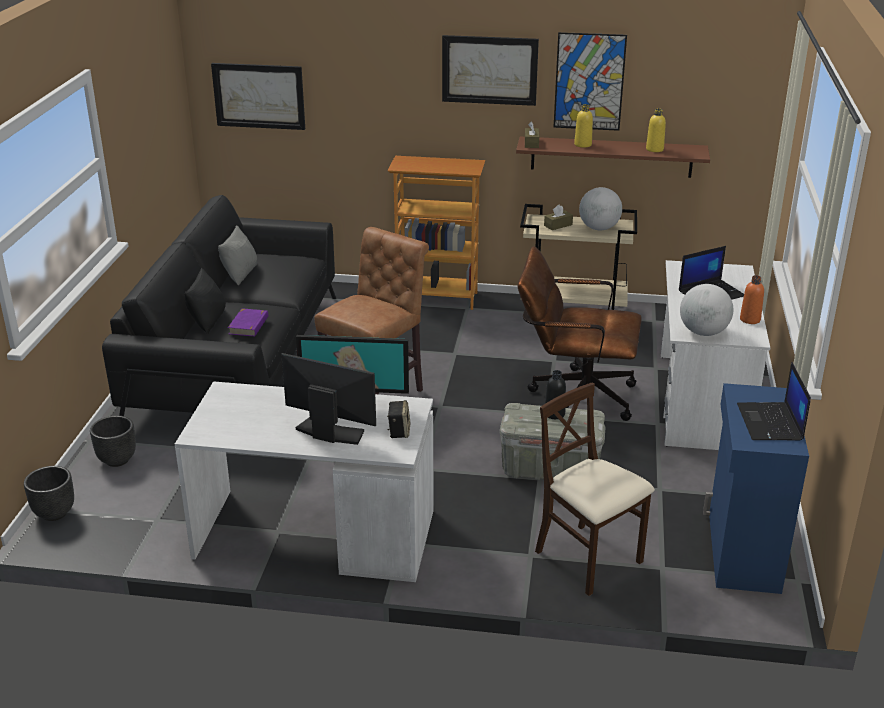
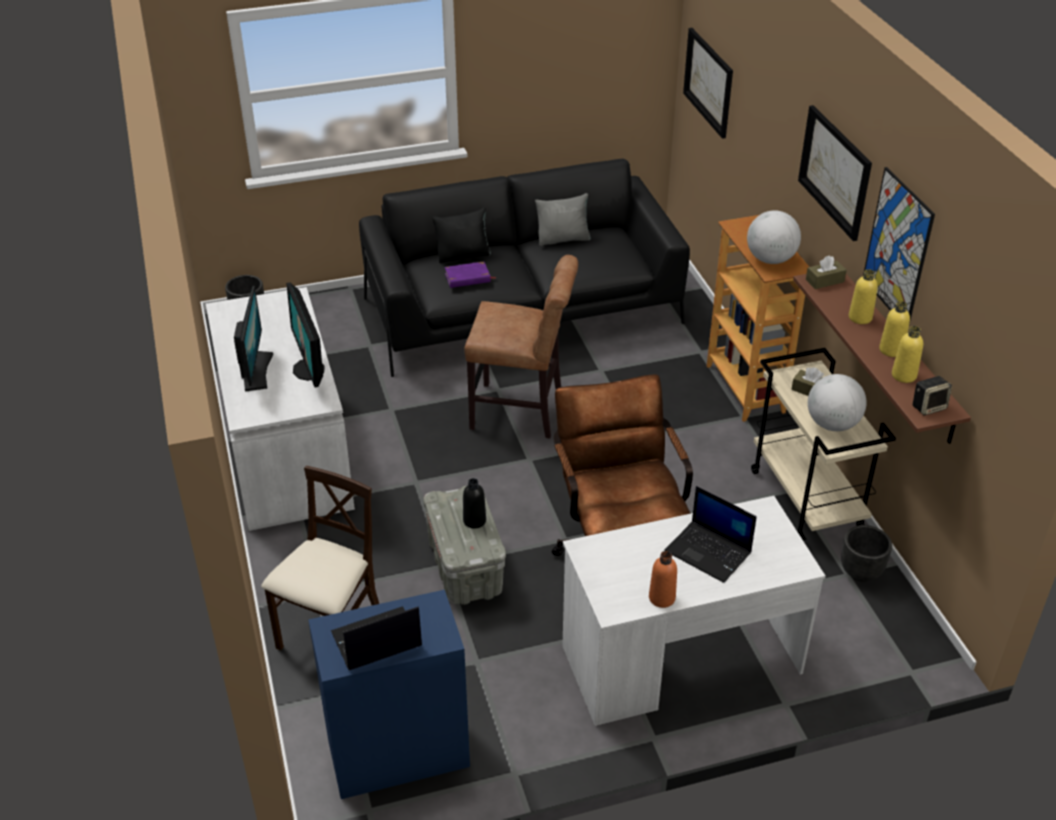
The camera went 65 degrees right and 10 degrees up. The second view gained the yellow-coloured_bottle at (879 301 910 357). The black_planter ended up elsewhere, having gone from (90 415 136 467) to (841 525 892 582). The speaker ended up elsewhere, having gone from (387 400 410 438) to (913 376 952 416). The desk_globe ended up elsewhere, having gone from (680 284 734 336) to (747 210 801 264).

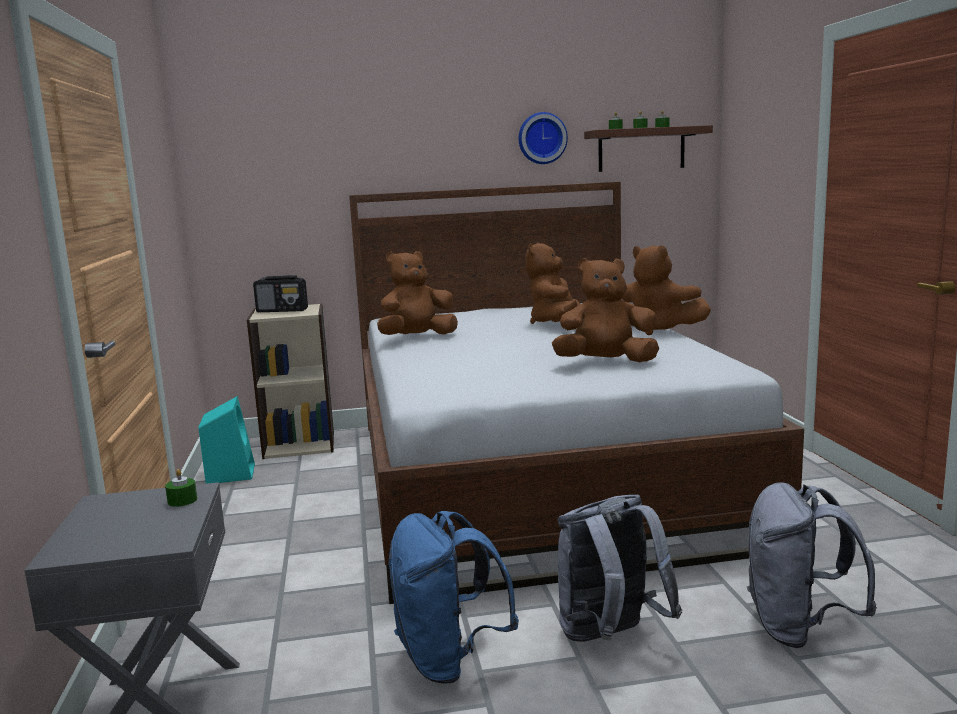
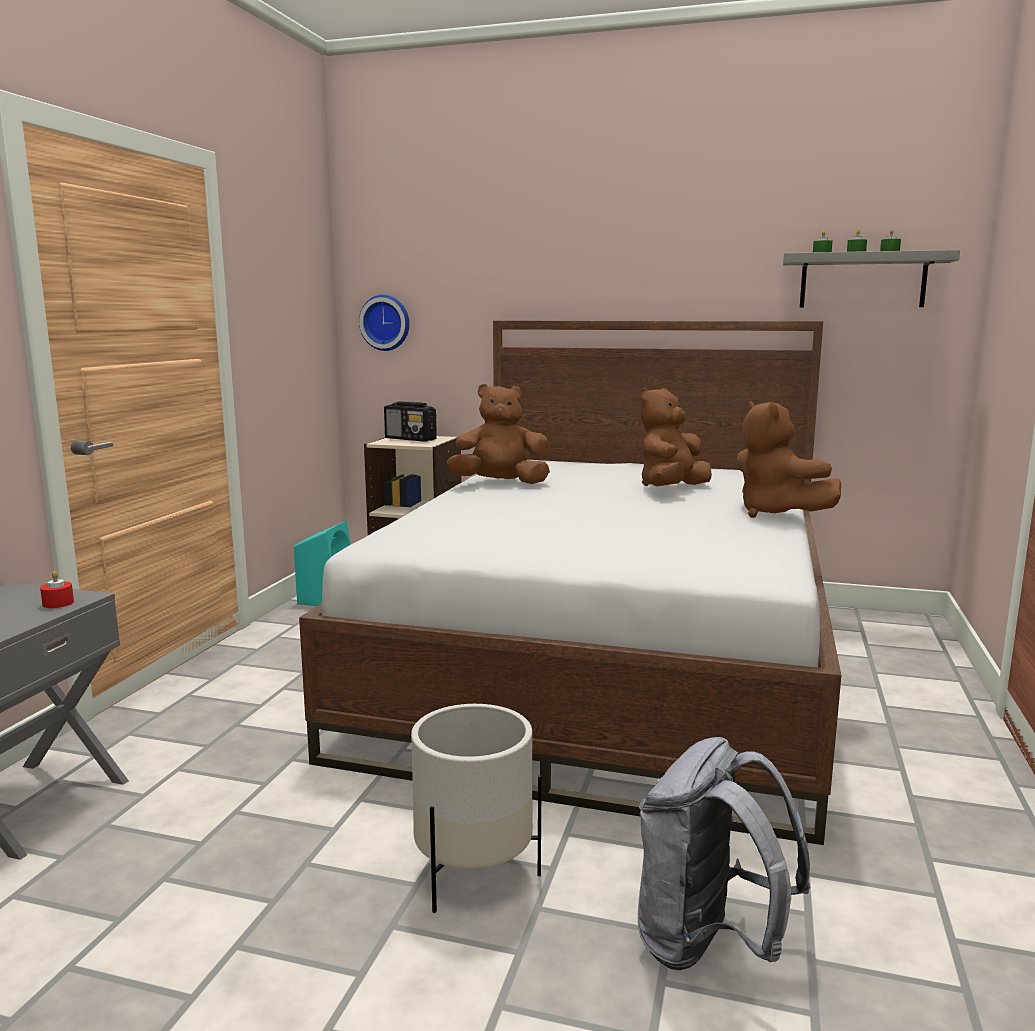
The camera went 25 degrees right and 0 degrees up. The second view lost the bluish_knapsack at (388 511 519 684). The second view lost the brownish_plush_toy at (552 258 659 362). The wall_clock ended up elsewhere, having gone from (519 112 568 164) to (359 295 410 351). Where the grey_knapsack stood at (557 495 682 642), the white-coloured_planter came to stand at (411 704 542 913). What was the greenish_candle at (165 469 197 507) turned into the red-coloured_candle at (40 571 74 608). What was the brownish_wall_shelf at (584 125 713 172) turned into the grey_wall_shelf at (783 250 960 308).

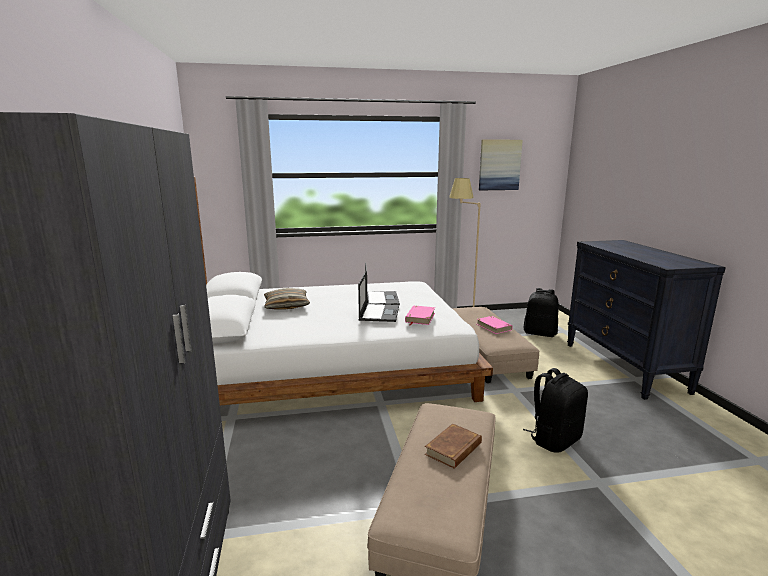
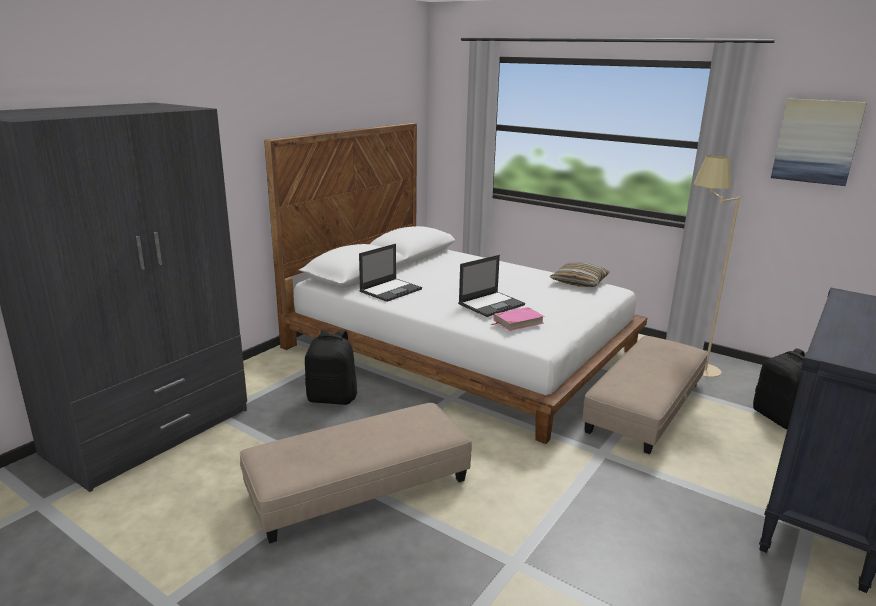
The camera went 45 degrees right and 5 degrees up. The second view lost the brownish_bound_book at (425 423 482 469). The second view lost the pink-coloured_bound_book at (477 316 512 334). The pillow ended up elsewhere, having gone from (264 288 310 310) to (550 263 610 287). The laptop ended up elsewhere, having gone from (365 262 400 305) to (359 244 422 302). The black_knapsack ended up elsewhere, having gone from (523 368 588 453) to (305 330 357 405).

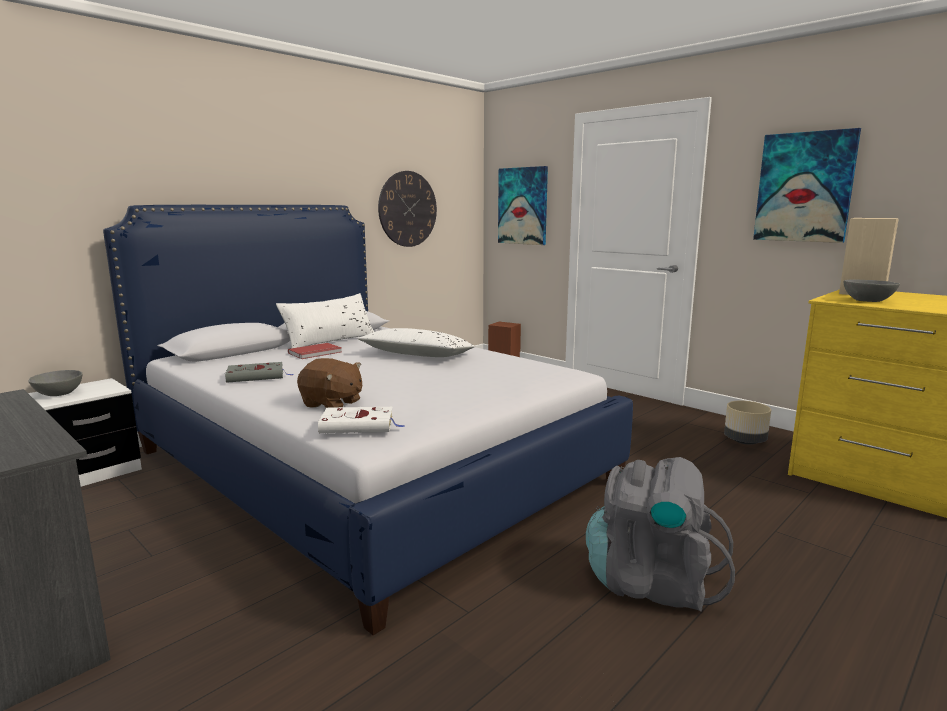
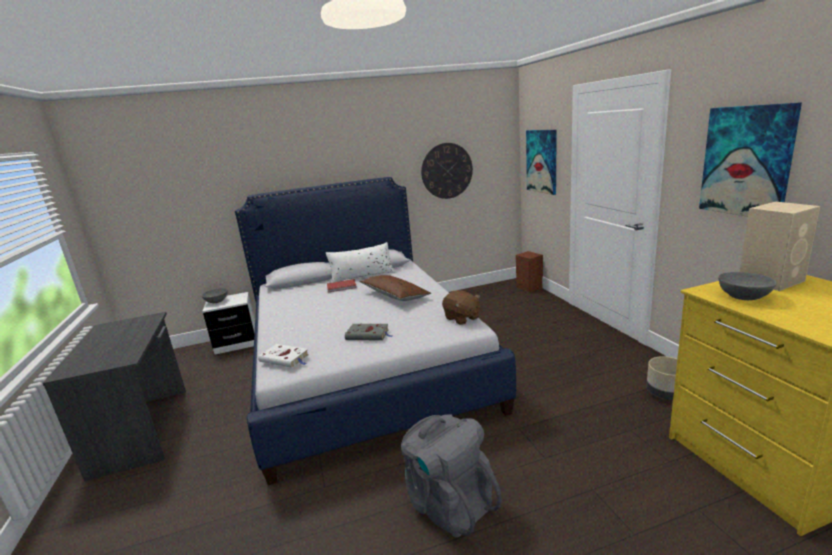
The camera went 30 degrees right and 5 degrees up. The grey_bound_book ended up elsewhere, having gone from (225 362 293 383) to (345 324 393 340). The brownish_plush_toy ended up elsewhere, having gone from (297 358 362 408) to (442 290 480 325). What was the white-coloured_pillow at (357 328 475 357) turned into the brownish_pillow at (359 275 431 301).

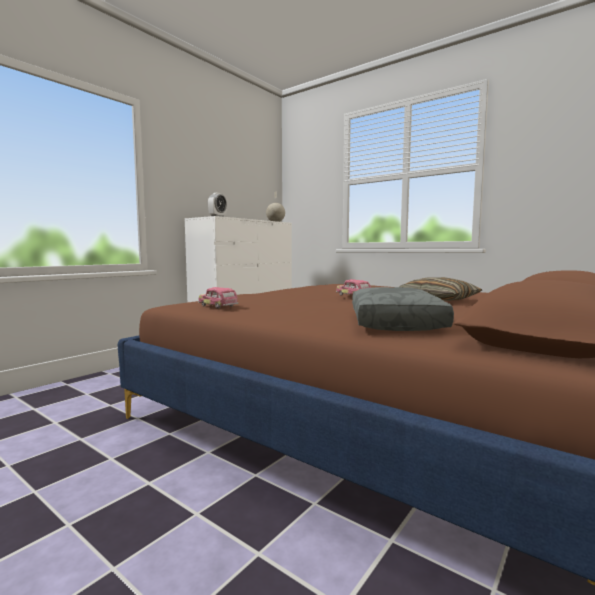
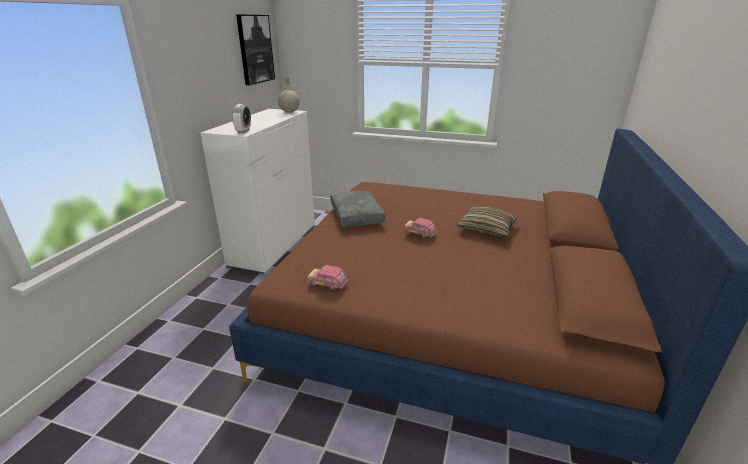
The camera went 20 degrees left and 20 degrees up. The second view gained the picture at (236 14 275 85). The grey_pillow ended up elsewhere, having gone from (352 287 454 331) to (330 191 385 227).

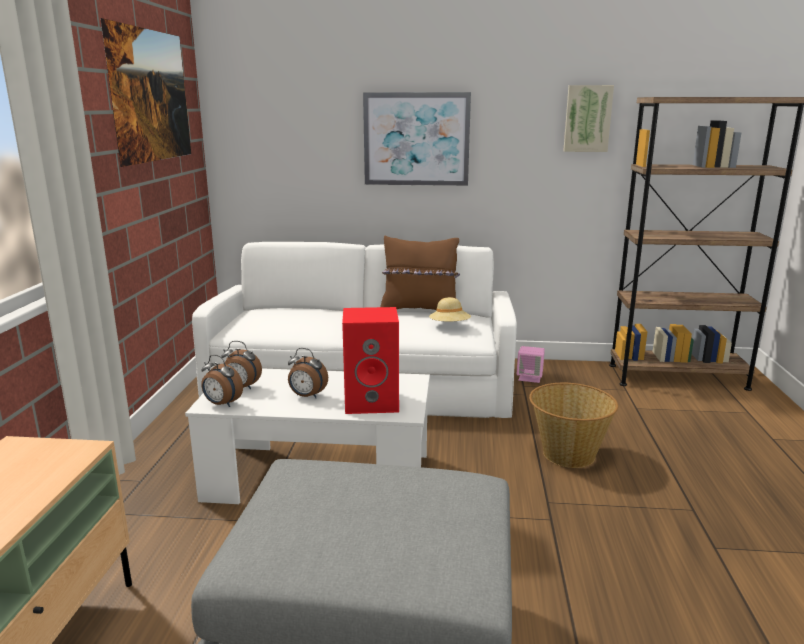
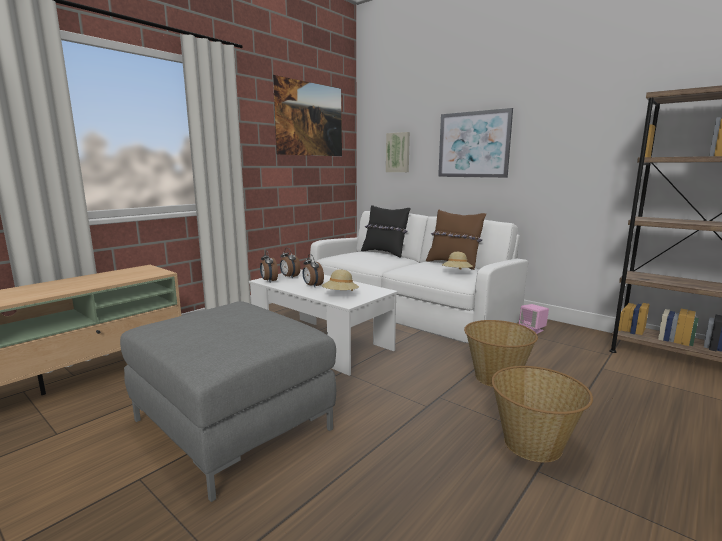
The camera went 35 degrees right and 5 degrees down. The second view gained the black_pillow at (361 205 411 258). The second view gained the storage_basket at (491 366 593 462). The picture ended up elsewhere, having gone from (563 85 614 152) to (386 132 410 172). Where the red-coloured_speaker stood at (342 307 399 414), the beige_clothing_hat came to stand at (322 270 359 291).

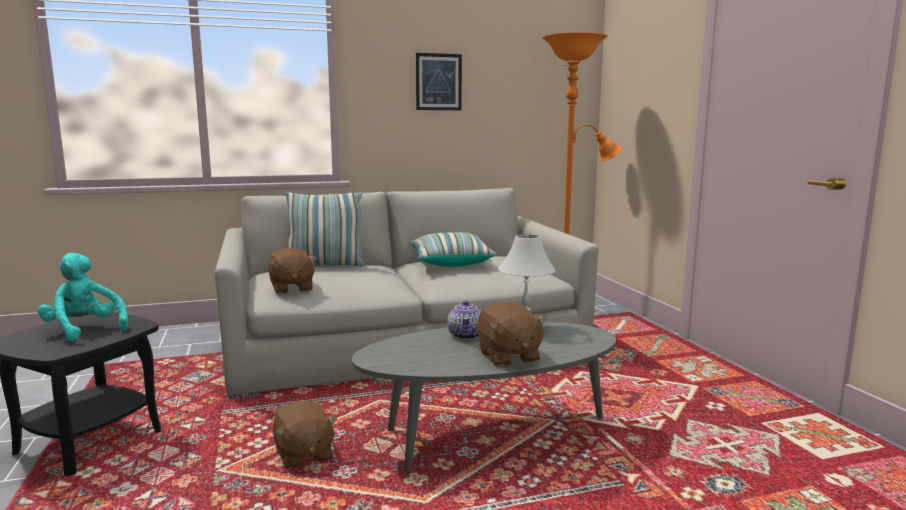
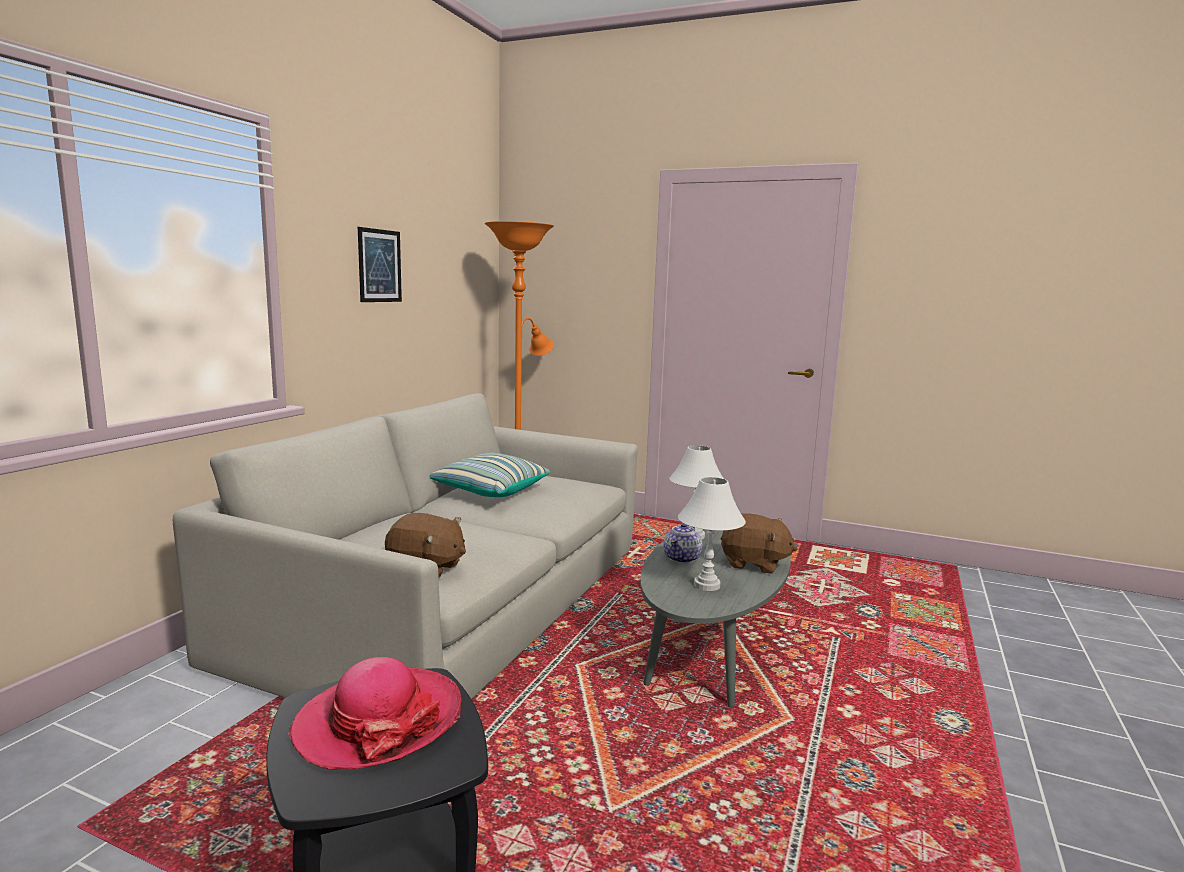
The camera went 50 degrees left and 0 degrees up. The second view lost the brownish_plush_toy at (272 400 337 469). The second view lost the pillow at (285 191 364 267). The second view gained the white-coloured_table_lamp at (678 477 746 591). Where the blue-green_plush_toy stood at (38 253 128 341), the clothing_hat came to stand at (288 657 462 770). The pot_for_tea at (447 300 481 340) ended up facing another way, 75 degrees clockwise from before.

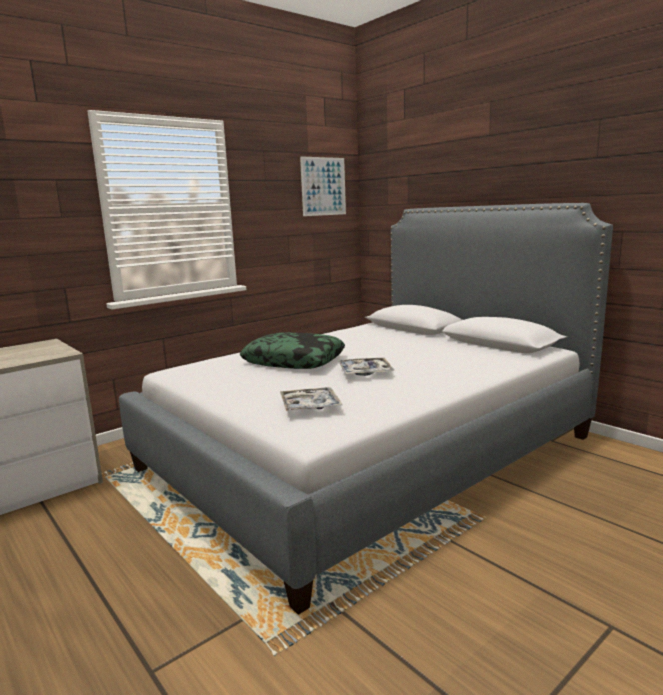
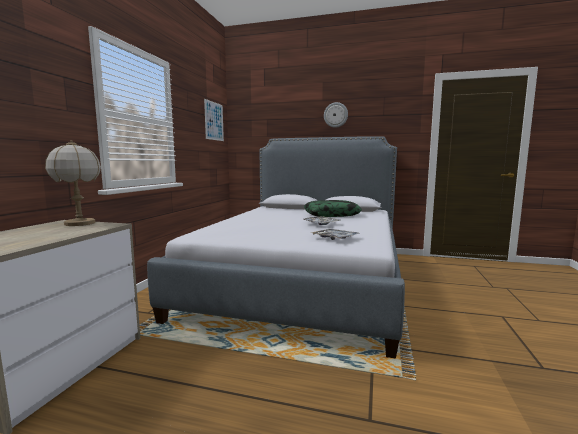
The camera went 35 degrees left and 5 degrees down. The second view gained the table_lamp at (45 140 101 226). The second view gained the wall_clock at (324 102 348 128). The pillow ended up elsewhere, having gone from (240 332 345 369) to (304 200 362 217).

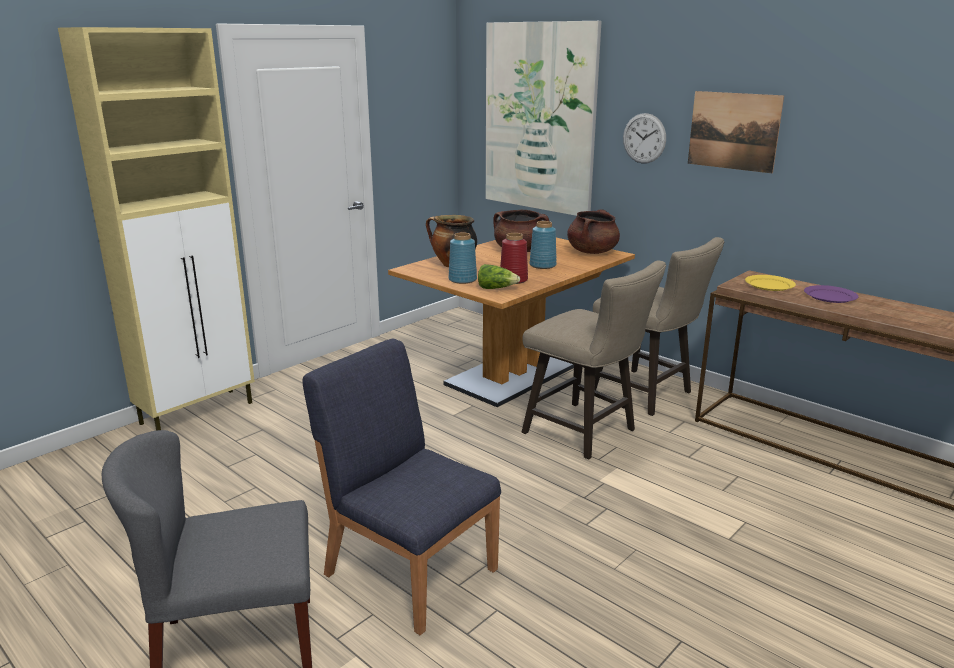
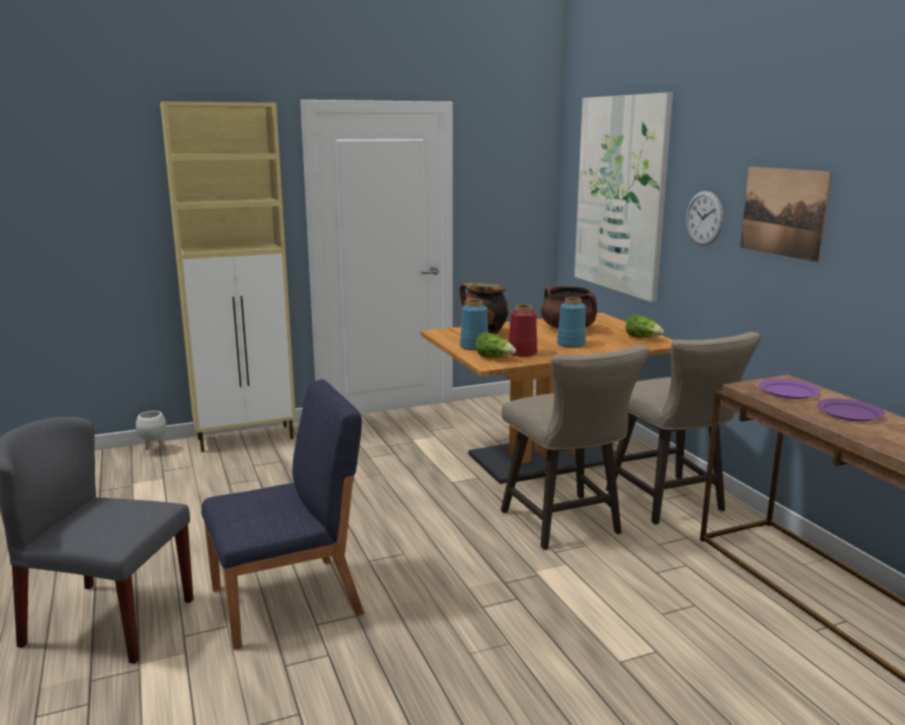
The camera went 25 degrees right and 5 degrees down. The second view gained the white-coloured_planter at (136 411 167 456). Where the brownish_saucepot stood at (567 209 620 254), the lettuce came to stand at (626 314 664 338). What was the yellow-coloured_flat_dish at (745 275 796 291) turned into the purplish_flat_dish at (759 379 821 399). The bluish_plain_chair at (303 338 501 635) ended up facing another way, 90 degrees clockwise from before.

